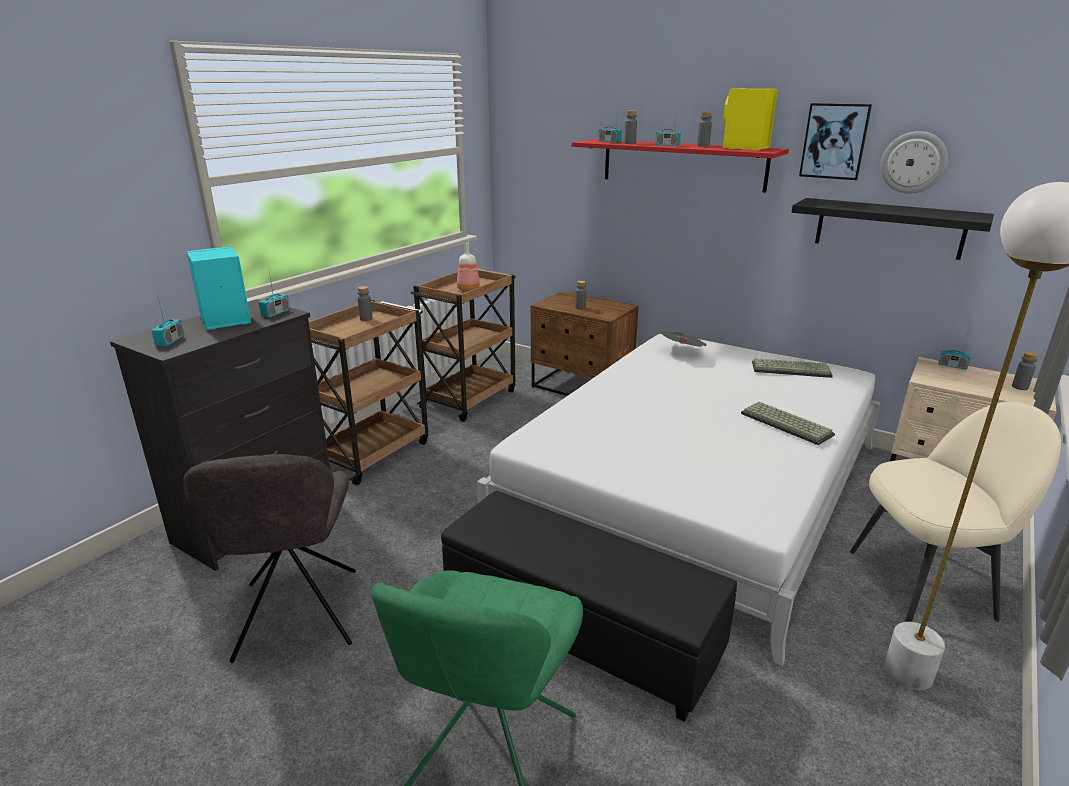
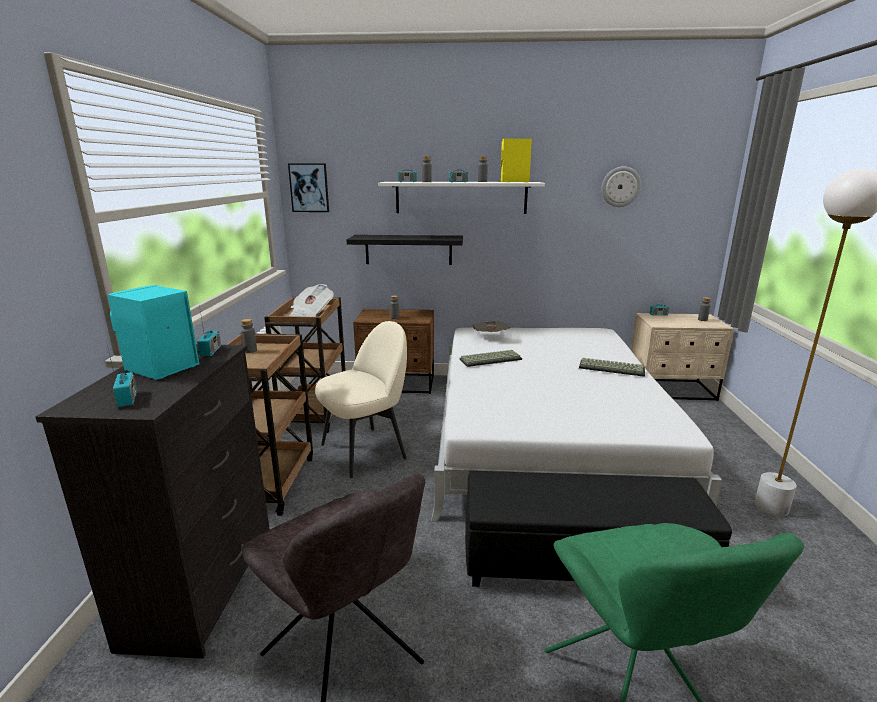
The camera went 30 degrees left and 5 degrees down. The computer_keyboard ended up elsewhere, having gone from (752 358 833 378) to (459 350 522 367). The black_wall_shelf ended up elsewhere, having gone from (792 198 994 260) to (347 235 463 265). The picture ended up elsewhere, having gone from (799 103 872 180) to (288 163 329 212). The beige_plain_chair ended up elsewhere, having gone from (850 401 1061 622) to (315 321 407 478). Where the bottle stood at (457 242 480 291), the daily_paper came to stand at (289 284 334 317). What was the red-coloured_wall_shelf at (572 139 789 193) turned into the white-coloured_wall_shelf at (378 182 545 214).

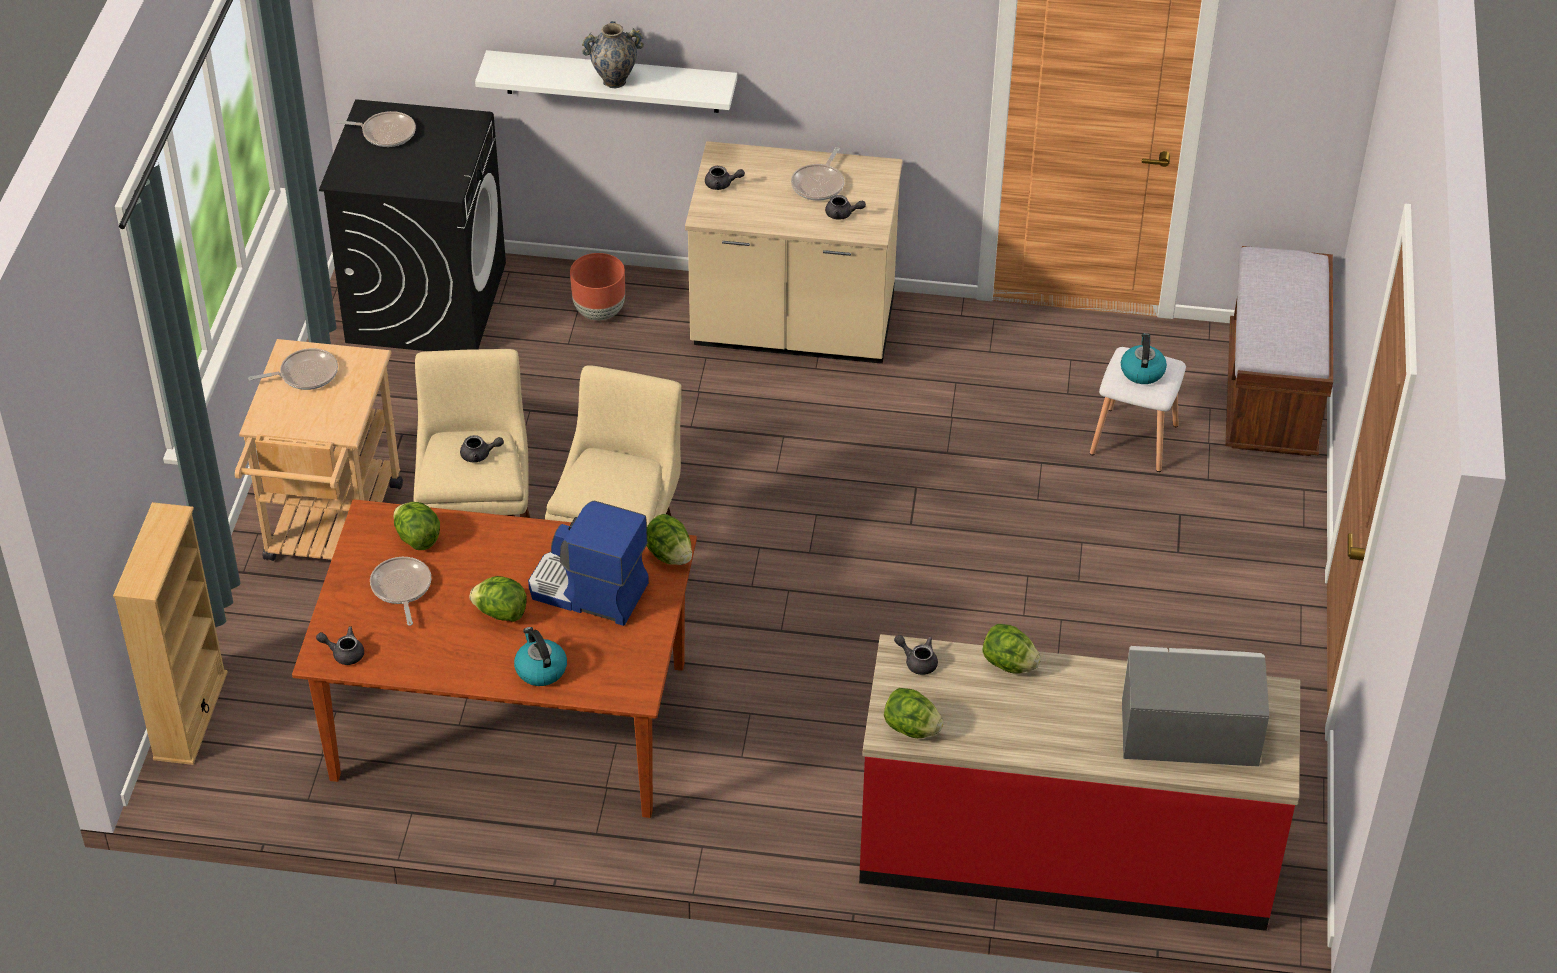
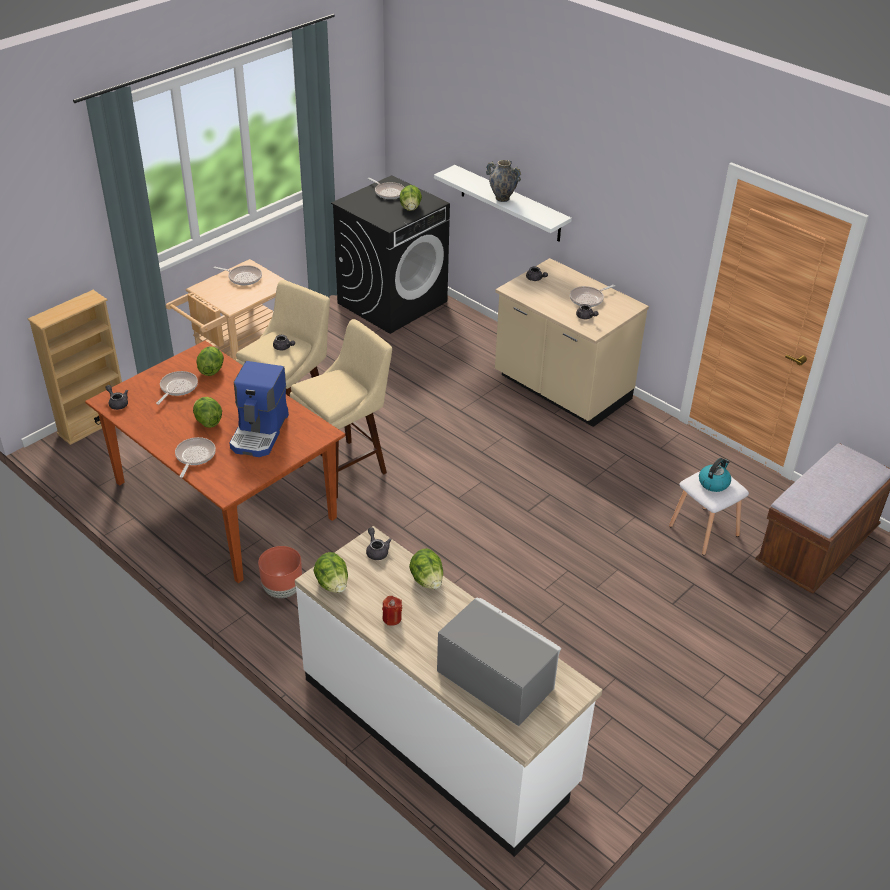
The camera went 35 degrees right and 5 degrees down. The second view gained the red-coloured_candle at (382 596 402 626). The brownish_planter ended up elsewhere, having gone from (570 253 625 320) to (258 546 302 598). The lettuce ended up elsewhere, having gone from (647 514 692 565) to (400 185 422 211). Where the kettle stood at (514 627 567 686), the frying_pan came to stand at (175 437 216 478). What was the red-coloured_kitchen_counter at (859 634 1300 931) turned into the white-coloured_kitchen_counter at (295 526 602 857). The coffee_machine at (528 500 649 626) ended up facing another way, 135 degrees counterclockwise from before.

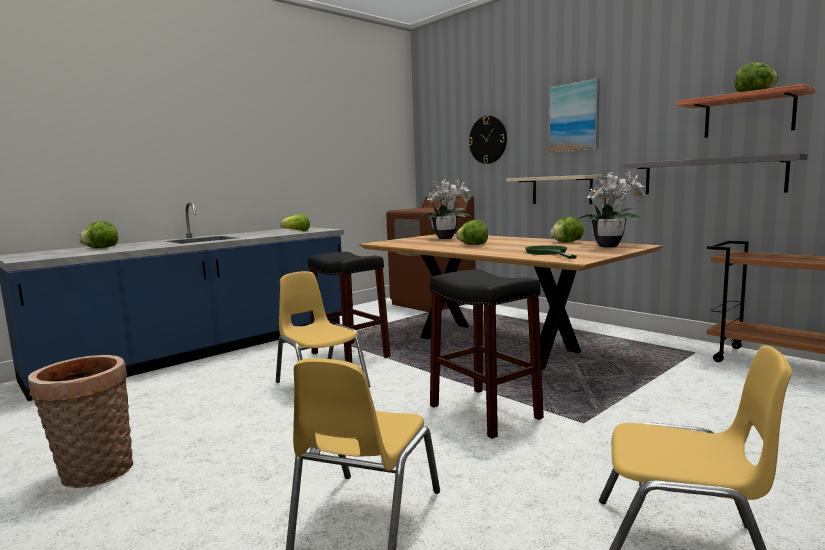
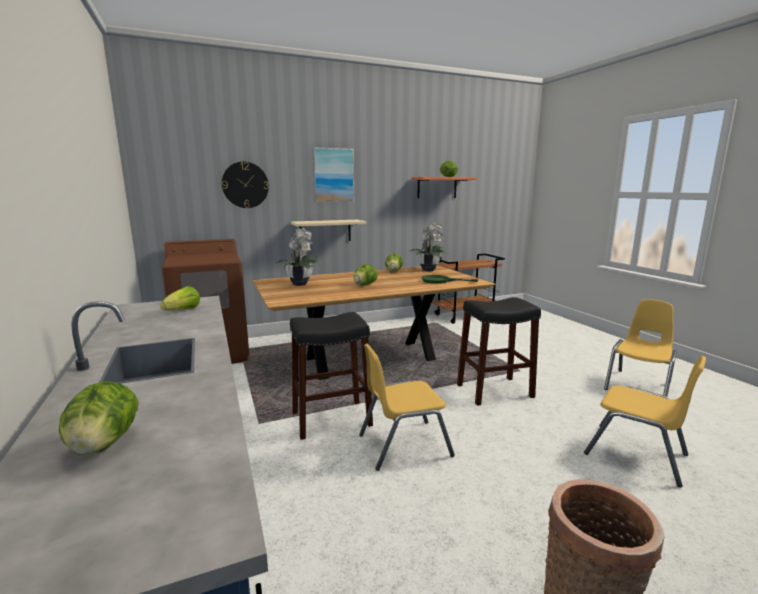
The camera went 70 degrees left and 5 degrees up. The second view lost the grey_wall_shelf at (623 153 808 194).

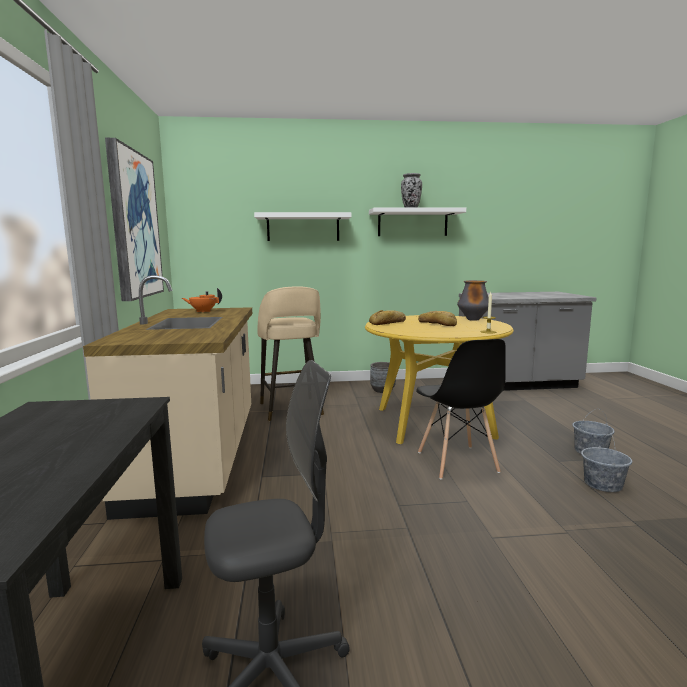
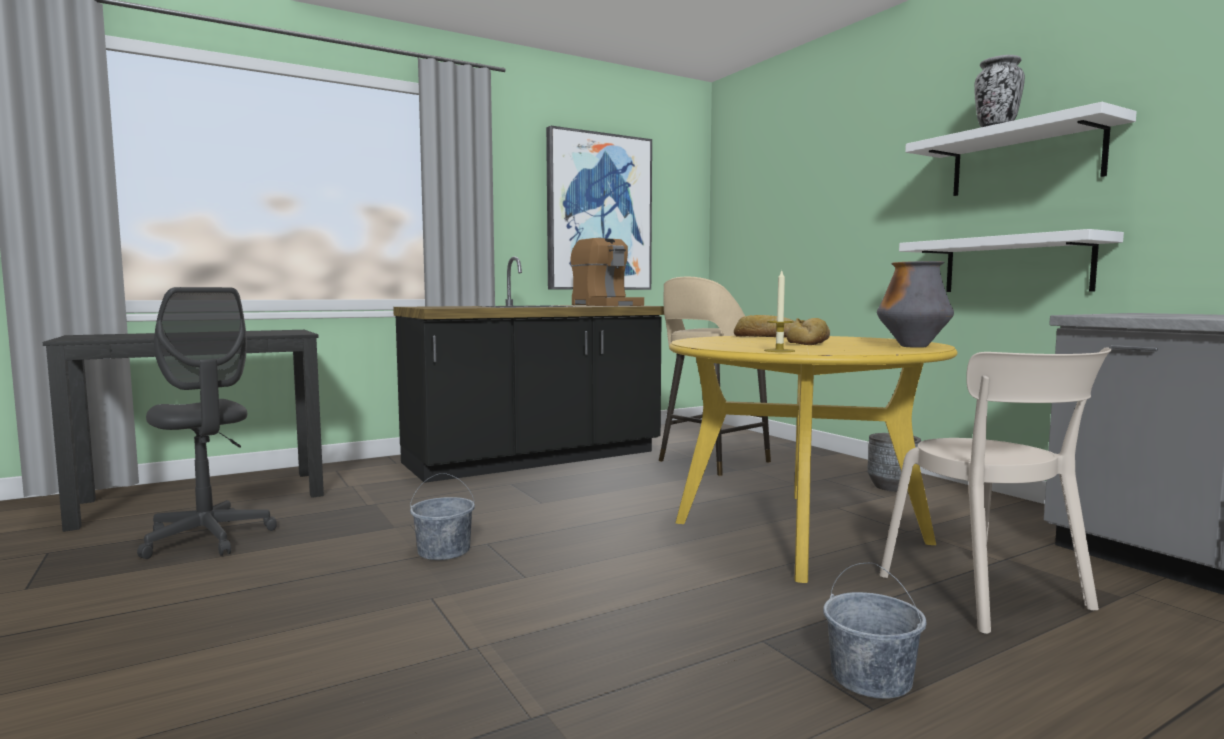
The camera went 65 degrees right and 5 degrees down. The second view lost the black_plain_chair at (416 339 506 480). The second view gained the beige_plain_chair at (880 347 1112 634). The white-coloured_wall_shelf ended up elsewhere, having gone from (254 212 352 241) to (899 229 1124 292). The grey_pail ended up elsewhere, having gone from (581 434 632 492) to (410 473 475 560). Where the orange-coloured_pot_for_tea stood at (182 288 222 312), the coffee_machine came to stand at (571 238 644 306). What was the beige_kitchen_counter at (83 275 252 520) turned into the black_kitchen_counter at (393 257 664 483).

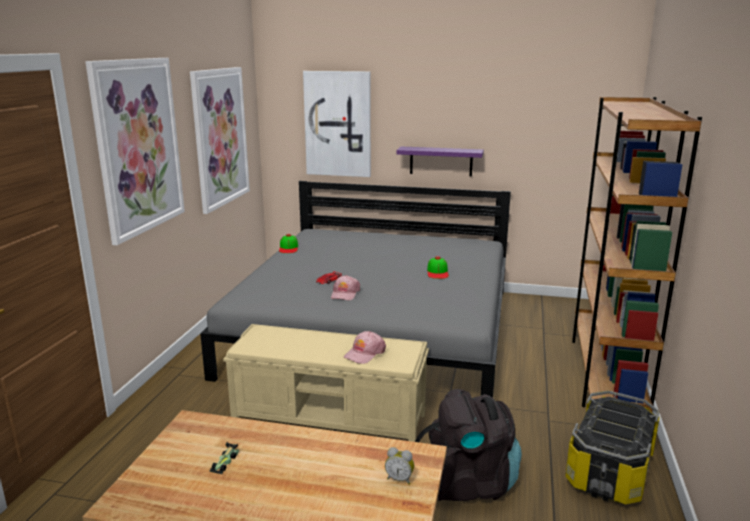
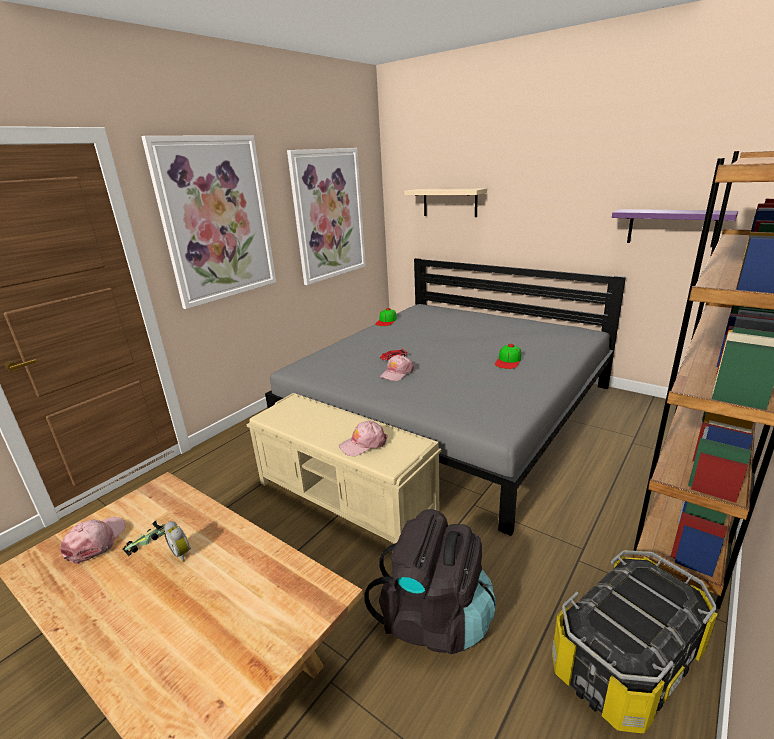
The camera went 25 degrees right and 5 degrees up. The second view gained the pink-coloured_baseball_cap at (60 517 126 564). The bedside_clock ended up elsewhere, having gone from (385 447 414 485) to (164 521 191 562). The purplish_wall_shelf ended up elsewhere, having gone from (396 146 484 177) to (612 209 738 247). Where the picture hung at (303 71 371 177), the beige_wall_shelf came to hang at (404 188 487 217).

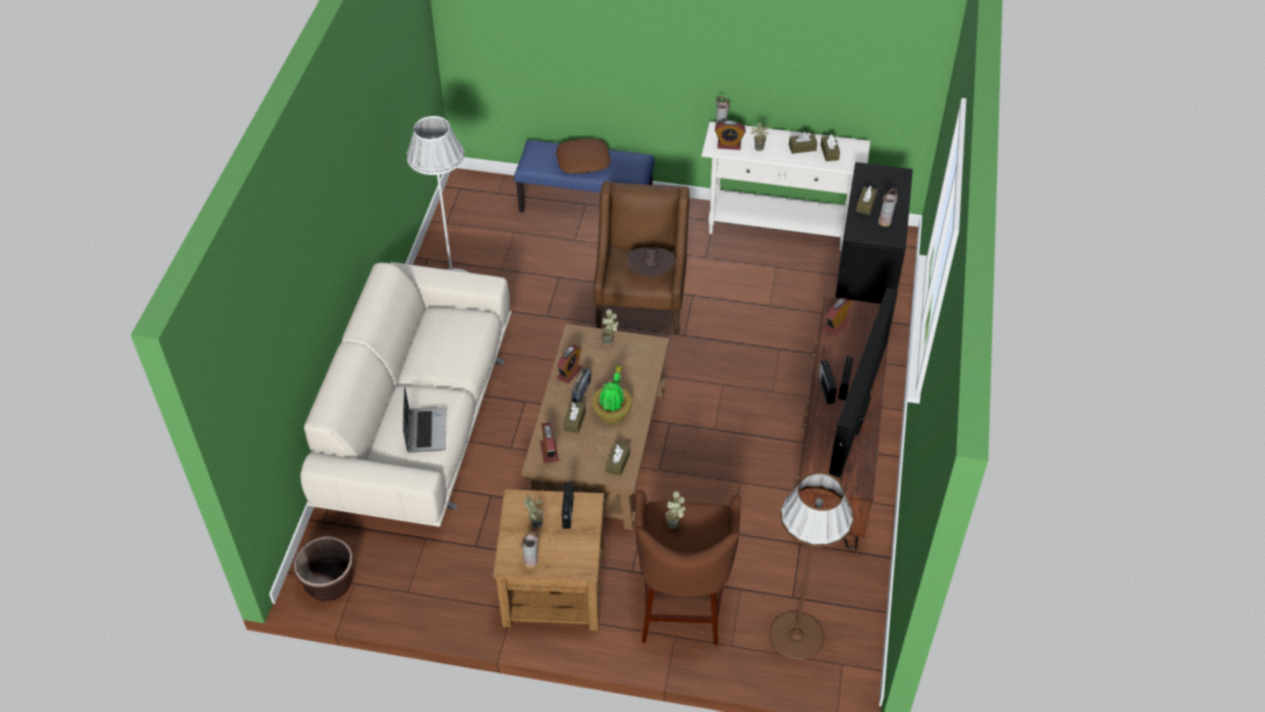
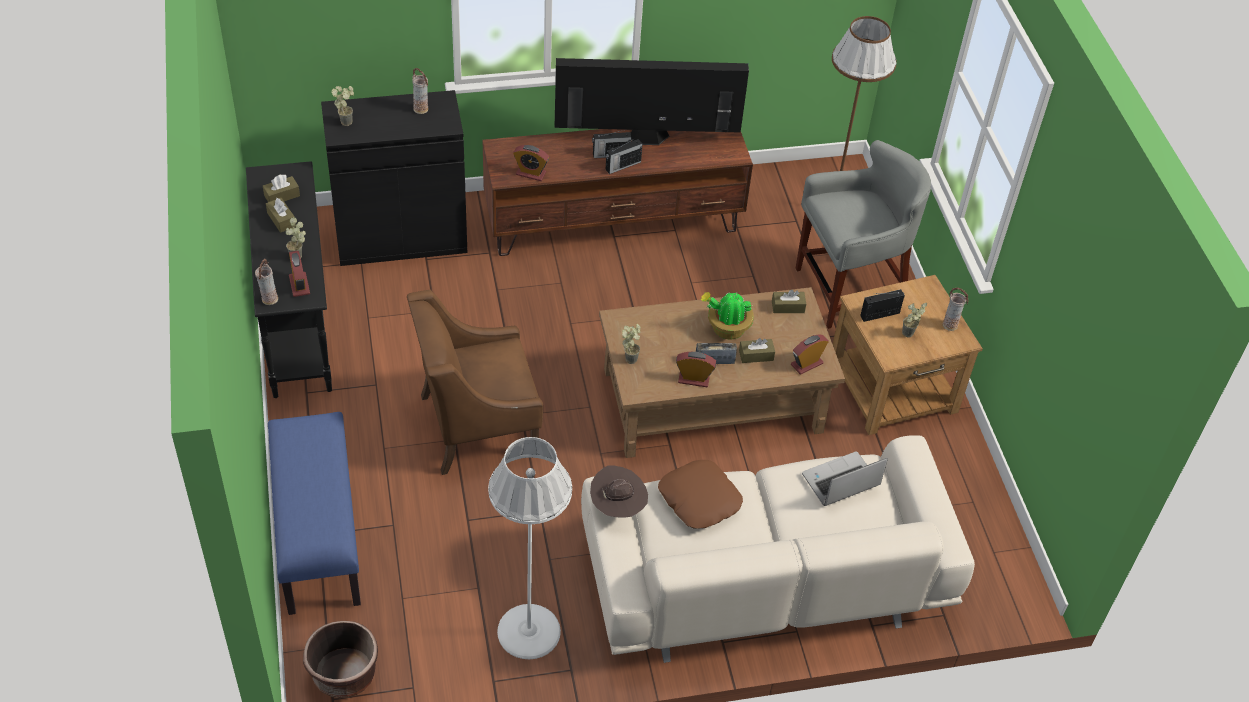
The camera went 115 degrees left and 0 degrees up. The second view lost the brownish_tissue_holder at (856 186 877 215). The brownish_planter ended up elsewhere, having gone from (294 536 354 602) to (303 621 378 698). The brownish_pillow ended up elsewhere, having gone from (556 138 611 174) to (658 460 743 529). The brownish_clothing_hat ended up elsewhere, having gone from (627 247 676 277) to (590 465 648 518). The plant_in_a_pot ended up elsewhere, having gone from (665 491 686 529) to (331 86 354 126). What was the brownish_stool at (636 490 741 646) turned into the grey_stool at (795 140 931 329). What was the white-coloured_hall_table at (701 121 871 251) turned into the black_hall_table at (246 161 332 398).

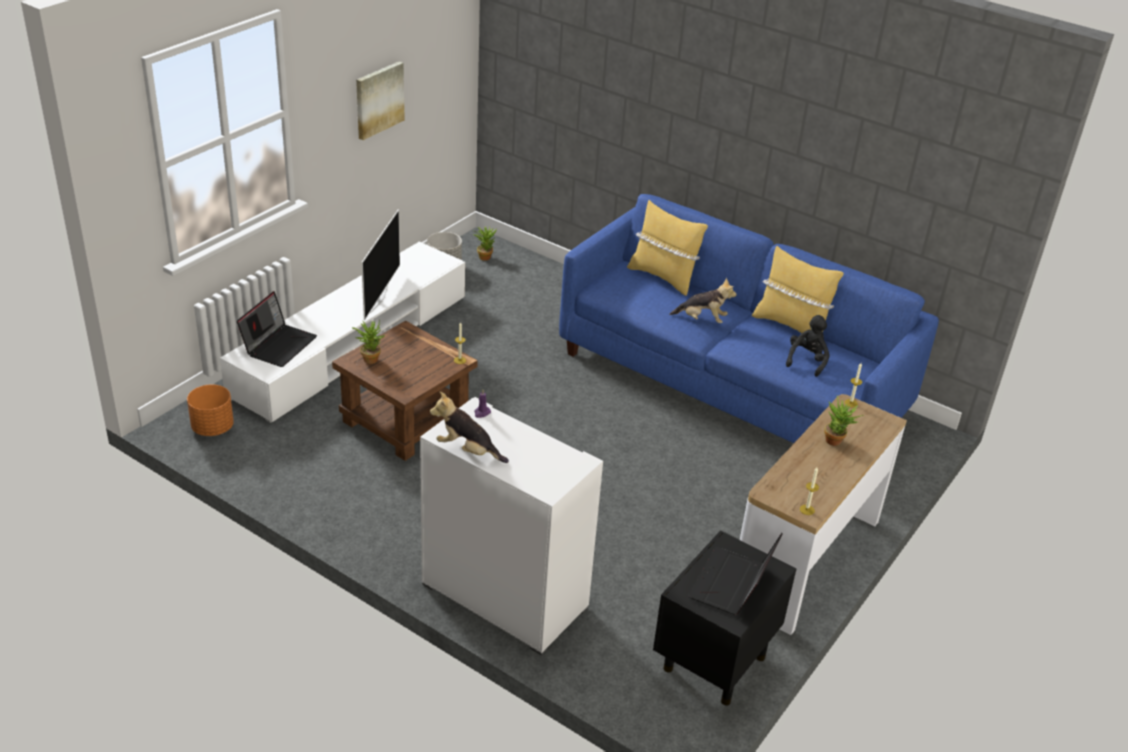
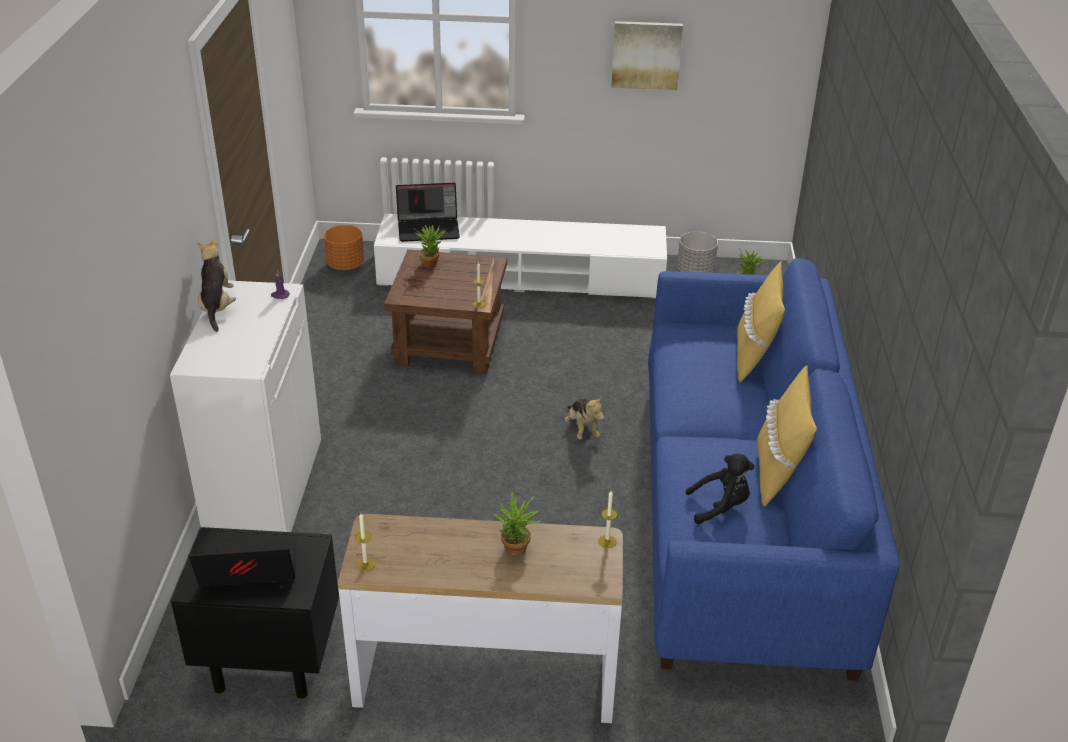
The camera went 60 degrees right and 0 degrees up. The second view lost the television at (361 209 400 320). The plush_toy ended up elsewhere, having gone from (669 278 736 323) to (564 396 604 439).

